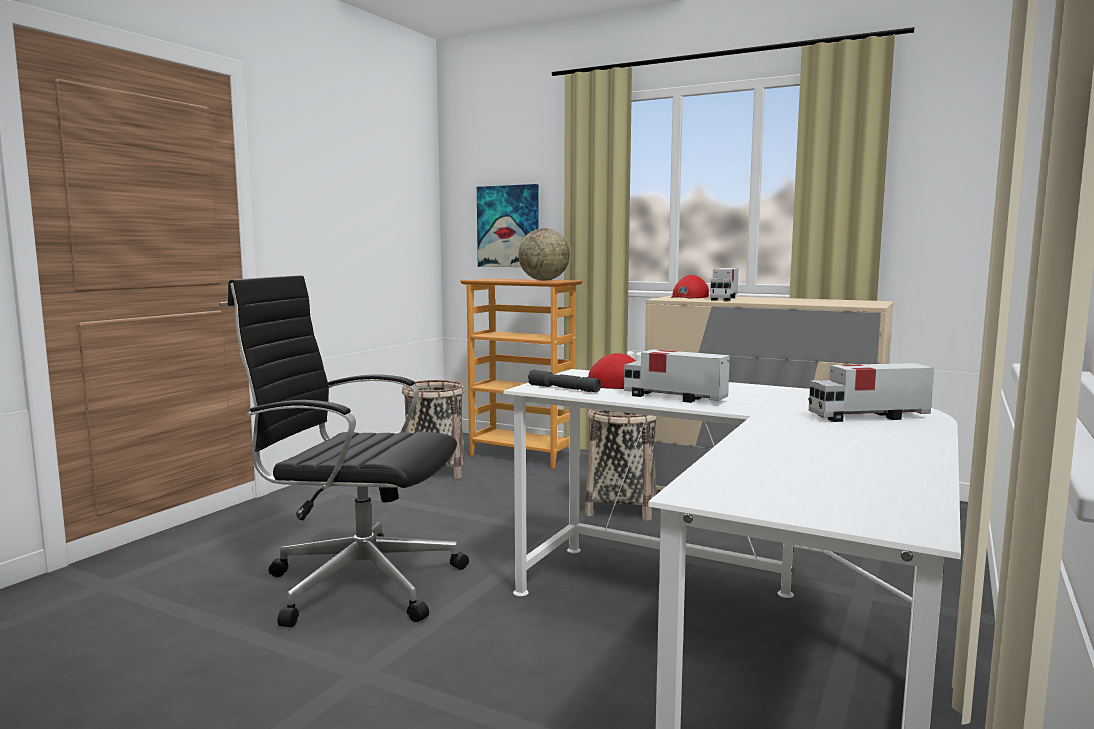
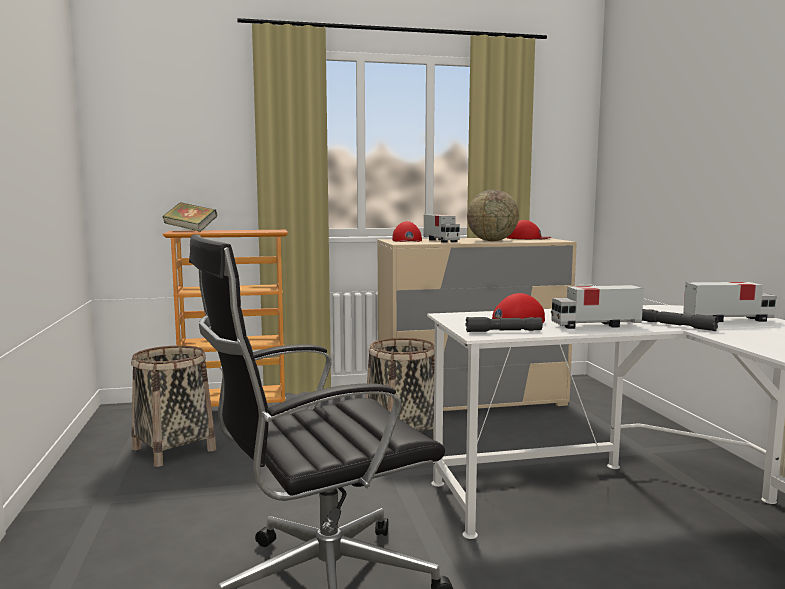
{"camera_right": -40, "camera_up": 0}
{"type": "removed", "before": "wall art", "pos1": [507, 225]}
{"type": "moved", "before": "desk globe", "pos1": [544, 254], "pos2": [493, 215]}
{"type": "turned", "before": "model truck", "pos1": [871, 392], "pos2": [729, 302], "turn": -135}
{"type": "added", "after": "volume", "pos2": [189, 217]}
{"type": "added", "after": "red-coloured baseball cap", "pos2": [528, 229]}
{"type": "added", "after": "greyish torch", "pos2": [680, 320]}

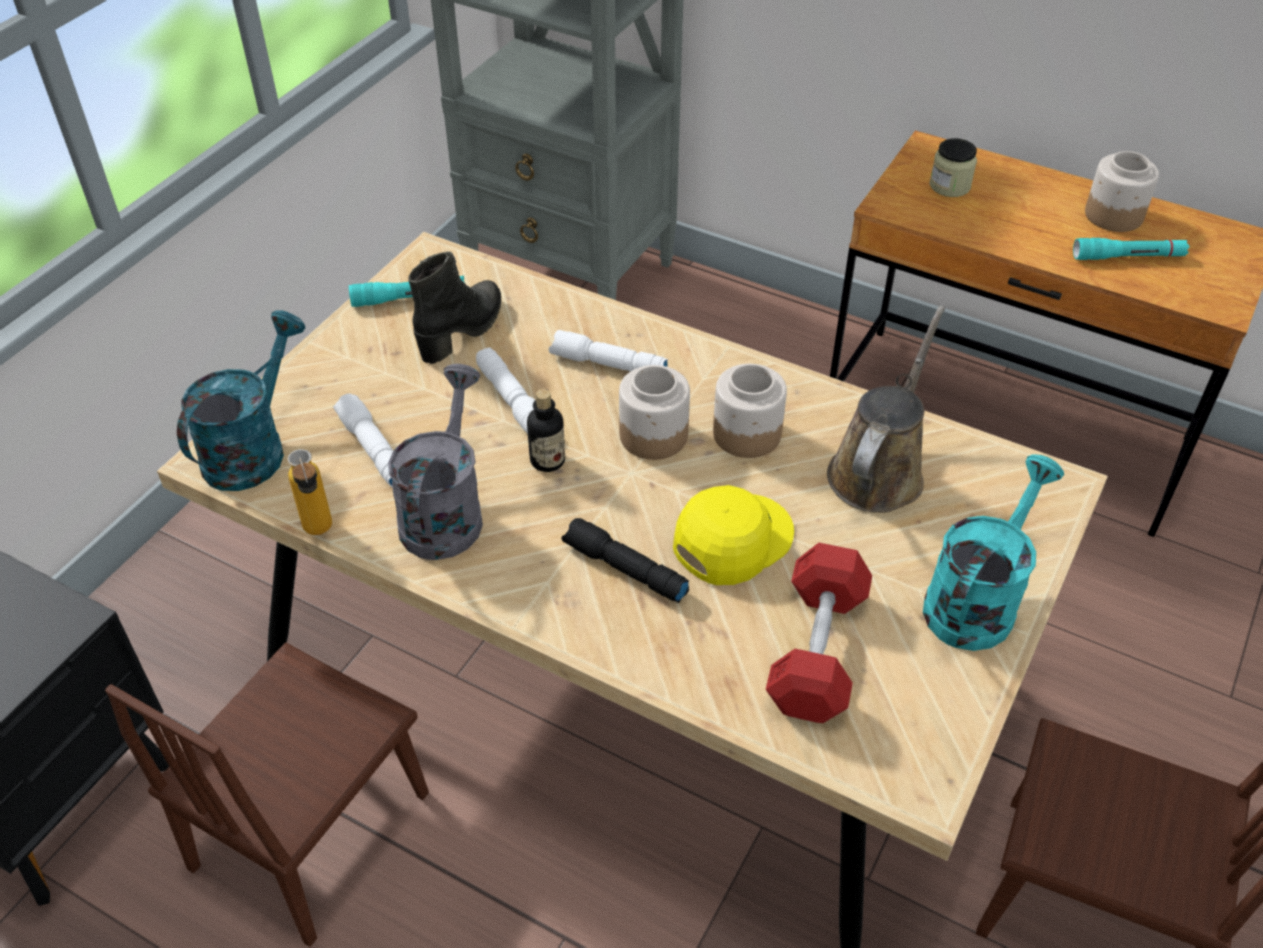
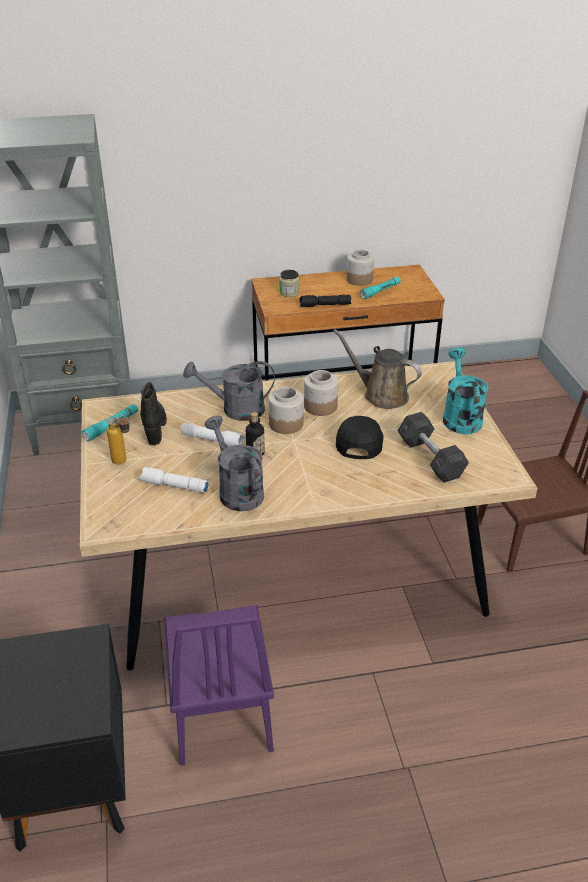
{"camera_right": -40, "camera_up": -10}
{"type": "recoloured", "before": "brown-coloured upright chair", "after": "purplish upright chair", "pos1": [267, 794], "pos2": [219, 685]}
{"type": "removed", "before": "turquoise sprinkling can", "pos1": [241, 400]}
{"type": "moved", "before": "beverage bottle", "pos1": [310, 492], "pos2": [118, 439]}
{"type": "replaced", "before": "white-coloured torch", "after": "greyish sprinkling can", "pos1": [608, 350], "pos2": [229, 391]}
{"type": "moved", "before": "blackish torch", "pos1": [625, 560], "pos2": [325, 301]}
{"type": "recoloured", "before": "yellowish baseball cap", "after": "blackish baseball cap", "pos1": [733, 535], "pos2": [360, 437]}
{"type": "recoloured", "before": "red-coloured free weight", "after": "greyish free weight", "pos1": [819, 633], "pos2": [433, 447]}
{"type": "turned", "before": "brown-coloured sprinkling can", "pos1": [886, 409], "pos2": [377, 369], "turn": -45}

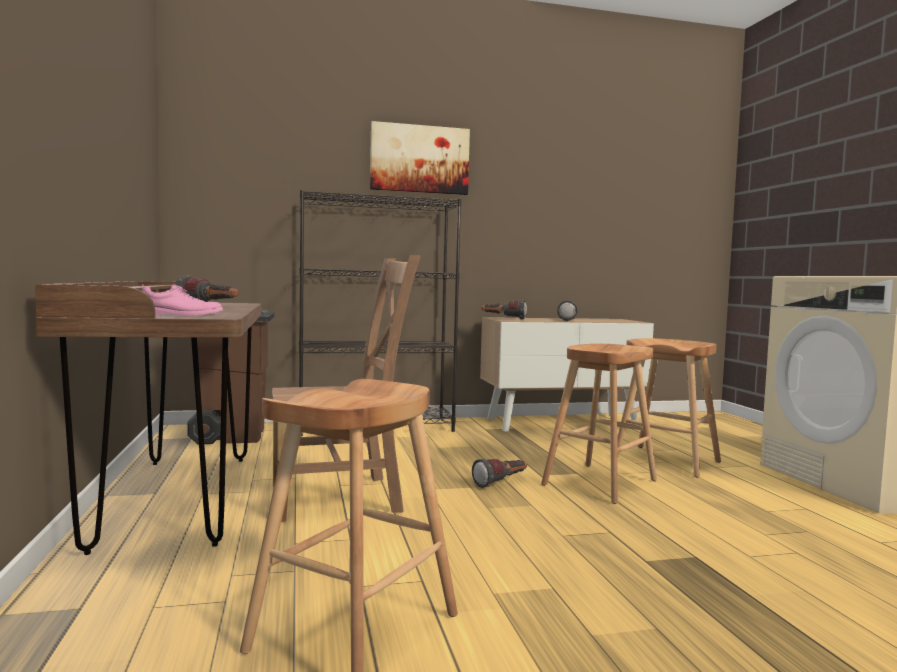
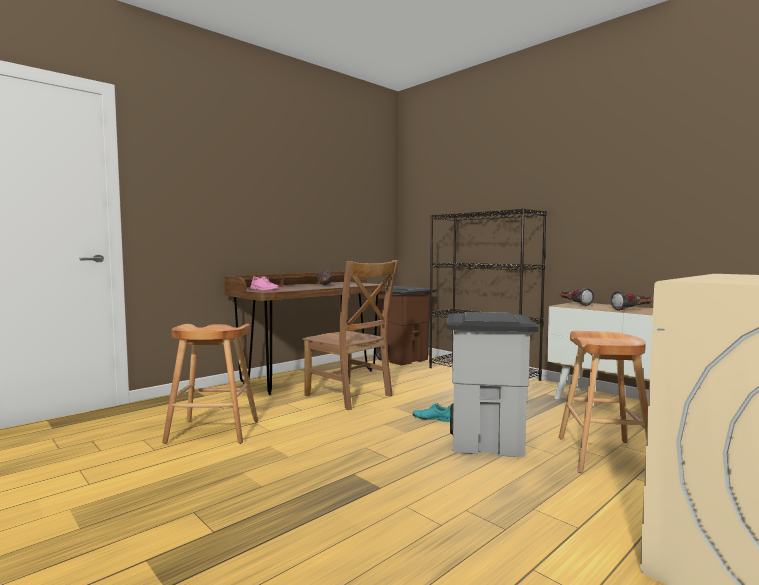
{"camera_right": 60, "camera_up": 0}
{"type": "removed", "before": "wall art", "pos1": [420, 158]}
{"type": "replaced", "before": "torch", "after": "turquoise low shoe", "pos1": [499, 473], "pos2": [431, 412]}
{"type": "replaced", "before": "brown-coloured sitting stool", "after": "greyish waste bin", "pos1": [599, 424], "pos2": [492, 384]}

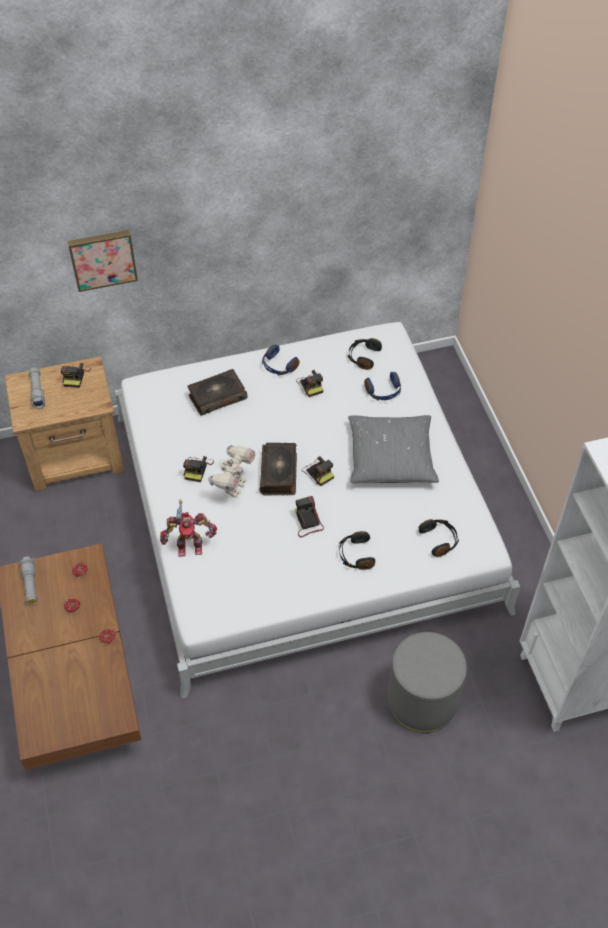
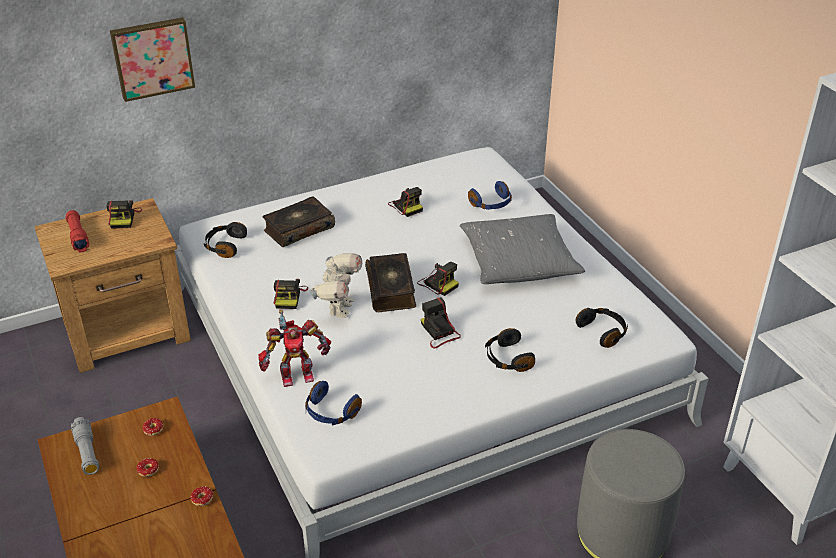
{"camera_right": -10, "camera_up": -15}
{"type": "recoloured", "before": "greyish torch", "after": "red-coloured torch", "pos1": [37, 388], "pos2": [77, 231]}
{"type": "moved", "before": "blue-coloured headphones", "pos1": [280, 360], "pos2": [333, 403]}
{"type": "moved", "before": "blackish headphones", "pos1": [365, 354], "pos2": [225, 240]}

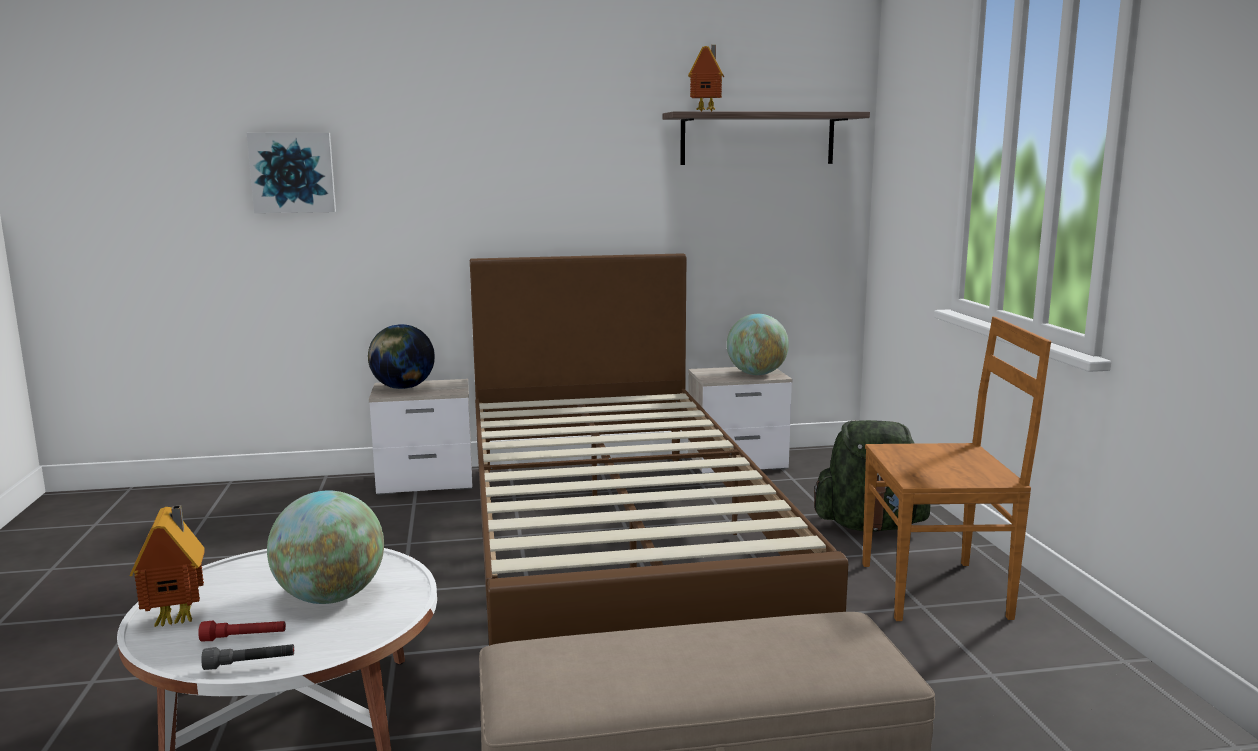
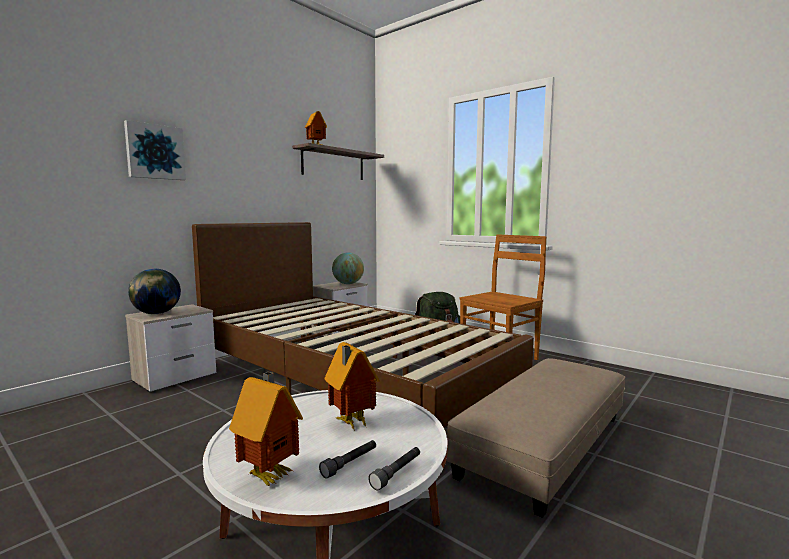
{"camera_right": -40, "camera_up": -5}
{"type": "recoloured", "before": "red-coloured torch", "after": "greyish torch", "pos1": [242, 631], "pos2": [347, 459]}
{"type": "moved", "before": "wall art", "pos1": [291, 173], "pos2": [155, 150]}
{"type": "replaced", "before": "desk globe", "after": "toy house", "pos1": [325, 547], "pos2": [352, 386]}

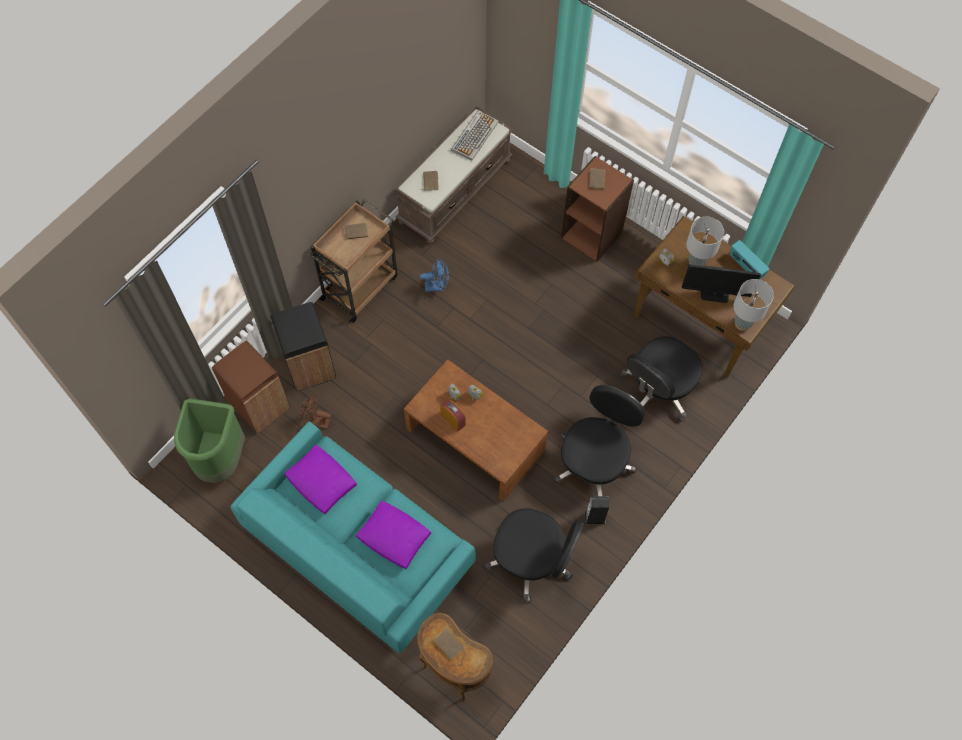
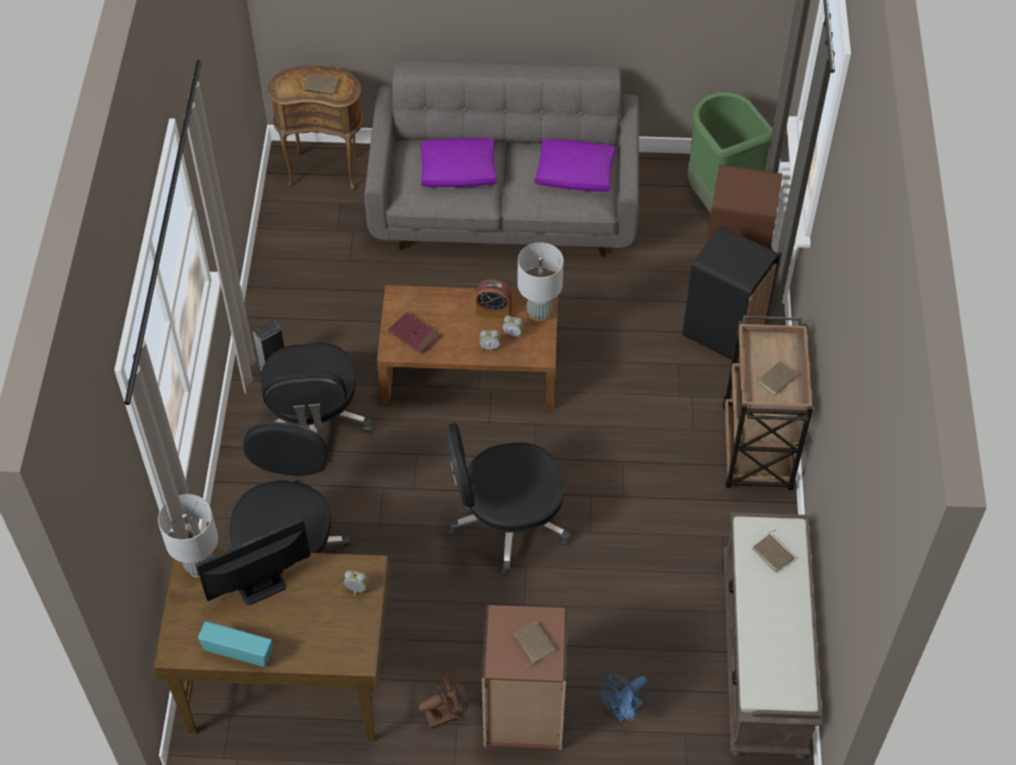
{"camera_right": 145, "camera_up": -10}
{"type": "recoloured", "before": "turquoise sofa", "after": "greyish sofa", "pos1": [353, 537], "pos2": [501, 158]}
{"type": "moved", "before": "brown-coloured fan", "pos1": [315, 412], "pos2": [443, 699]}
{"type": "moved", "before": "blue-coloured fan", "pos1": [434, 275], "pos2": [623, 697]}
{"type": "removed", "before": "keyboard", "pos1": [475, 135]}
{"type": "moved", "before": "blackish computer chair", "pos1": [535, 555], "pos2": [507, 499]}
{"type": "moved", "before": "greyish table lamp", "pos1": [705, 241], "pos2": [541, 282]}
{"type": "added", "after": "red-coloured volume", "pos2": [414, 333]}

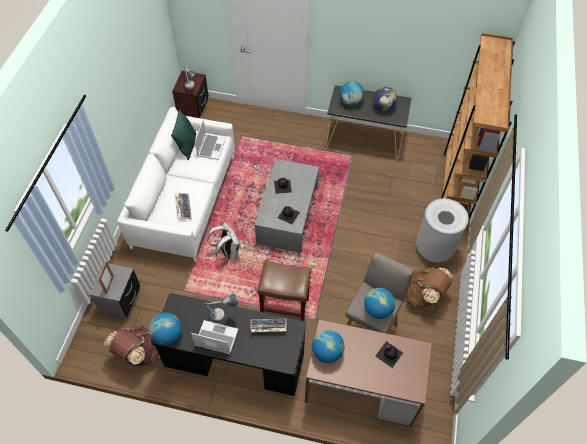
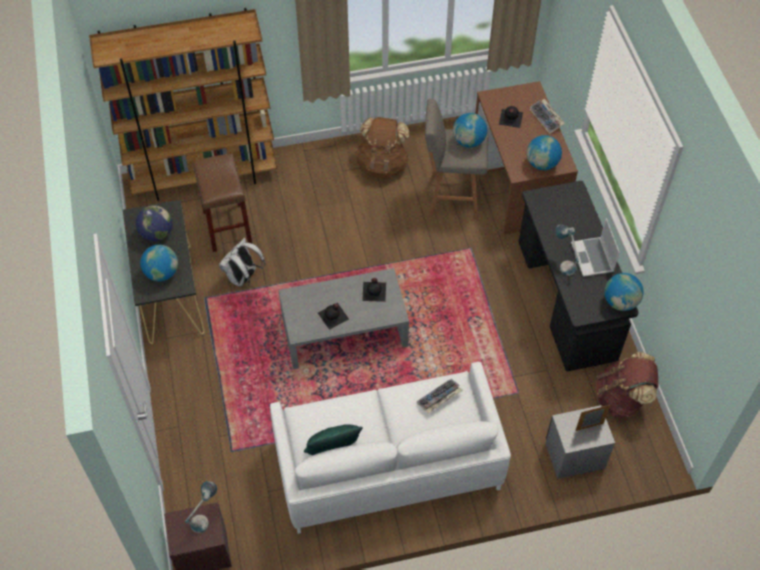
{"camera_right": -115, "camera_up": 0}
{"type": "removed", "before": "portable computer", "pos1": [210, 140]}
{"type": "moved", "before": "white-coloured backpack", "pos1": [224, 241], "pos2": [242, 262]}
{"type": "moved", "before": "keyboard", "pos1": [268, 325], "pos2": [547, 116]}
{"type": "moved", "before": "brown-coloured sitting stool", "pos1": [285, 291], "pos2": [222, 202]}
{"type": "removed", "before": "greyish waste bin", "pos1": [442, 230]}

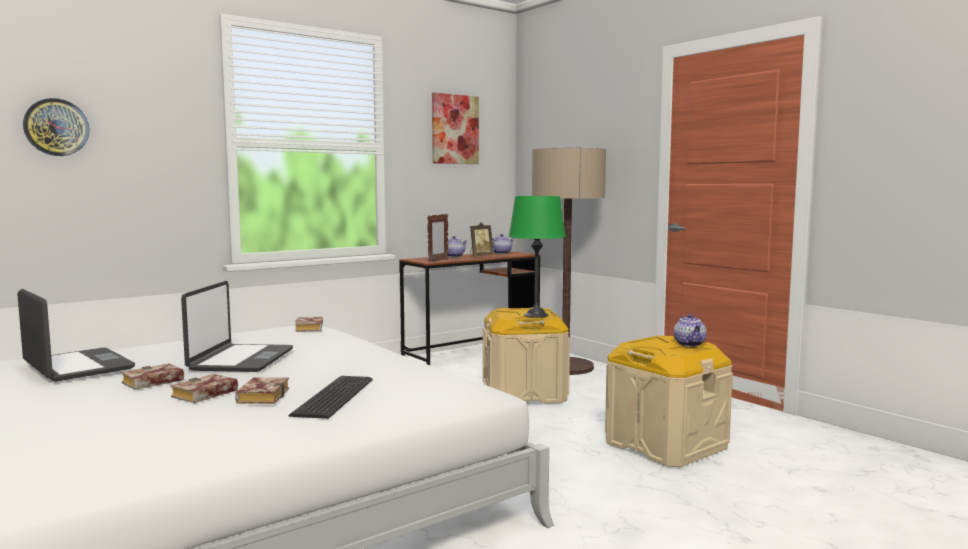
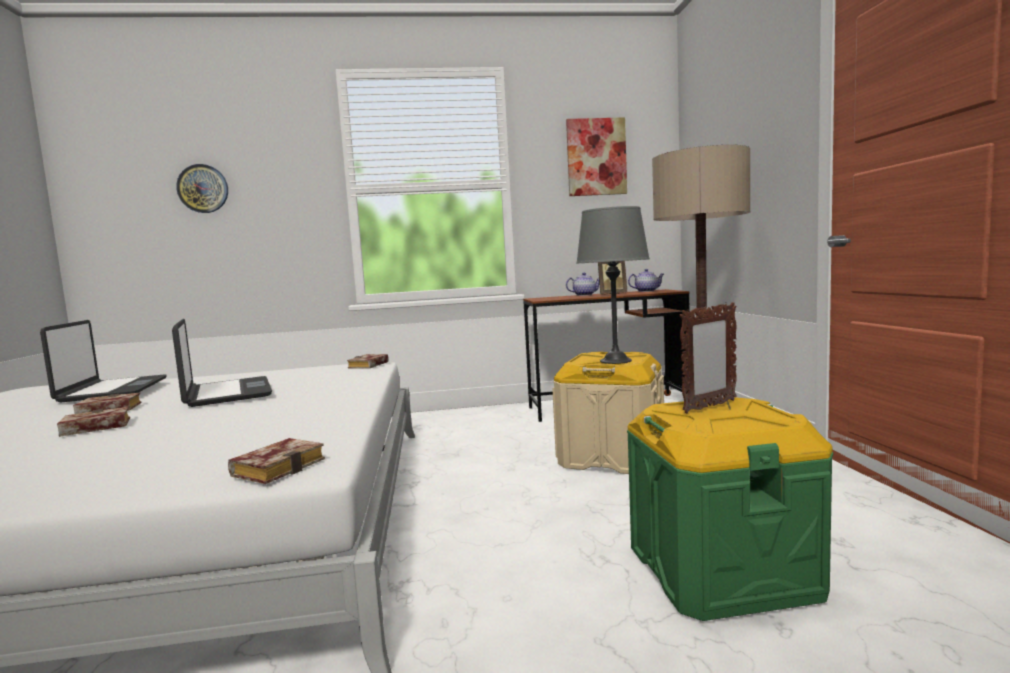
{"camera_right": 30, "camera_up": 0}
{"type": "turned", "before": "portable computer", "pos1": [237, 326], "pos2": [222, 363], "turn": -60}
{"type": "moved", "before": "volume", "pos1": [262, 391], "pos2": [276, 461]}
{"type": "removed", "before": "keyboard", "pos1": [330, 397]}
{"type": "moved", "before": "picture frame", "pos1": [437, 238], "pos2": [708, 357]}
{"type": "recoloured", "before": "greenish table lamp", "after": "greyish table lamp", "pos1": [537, 257], "pos2": [613, 285]}
{"type": "recoloured", "before": "beige-coloured storage container", "after": "greenish storage container", "pos1": [669, 401], "pos2": [730, 509]}
{"type": "removed", "before": "tea pot", "pos1": [690, 330]}

